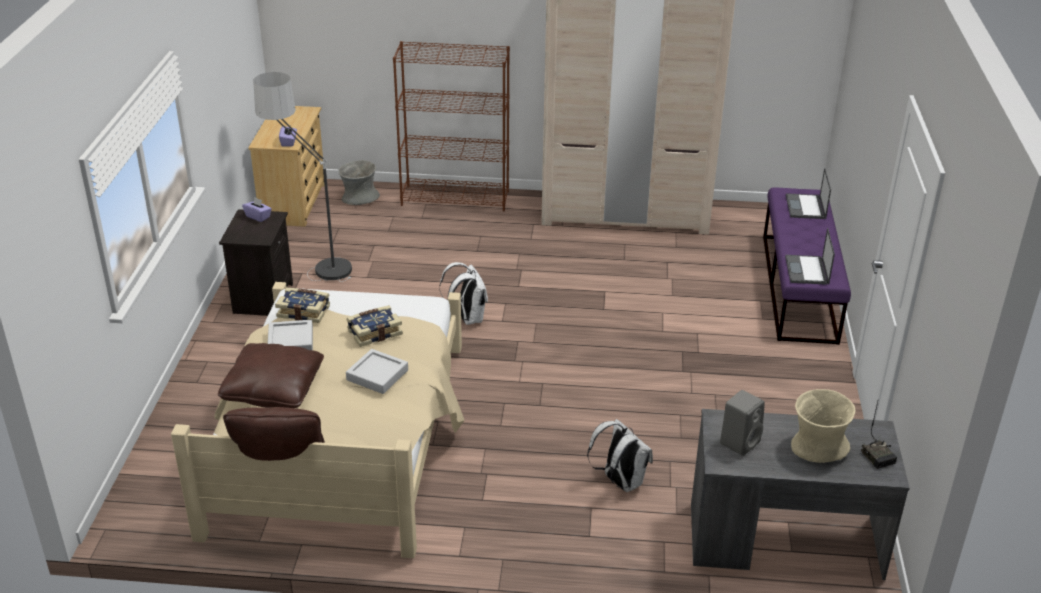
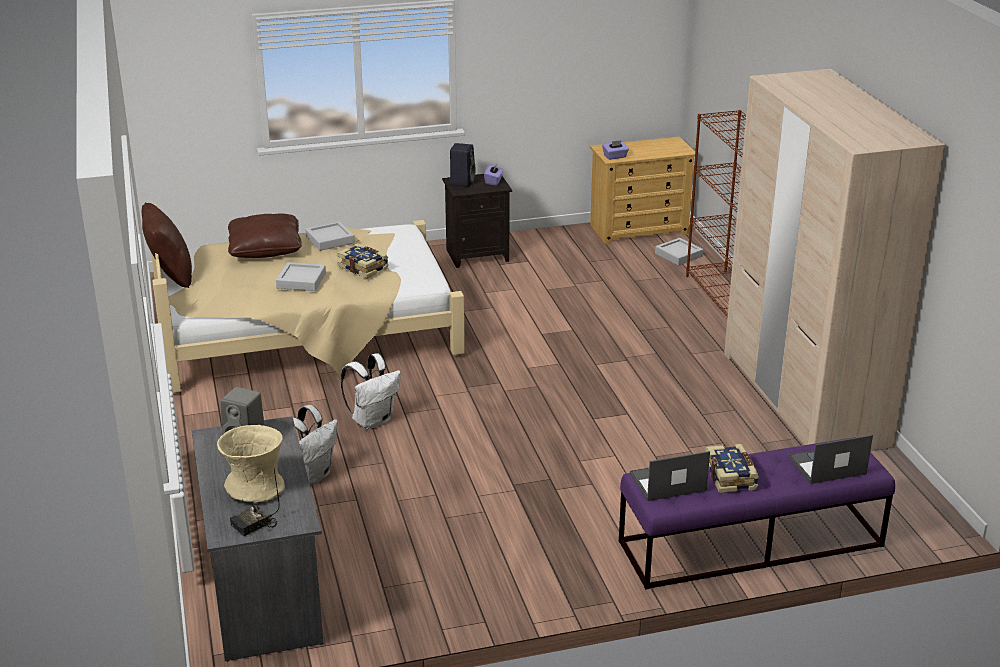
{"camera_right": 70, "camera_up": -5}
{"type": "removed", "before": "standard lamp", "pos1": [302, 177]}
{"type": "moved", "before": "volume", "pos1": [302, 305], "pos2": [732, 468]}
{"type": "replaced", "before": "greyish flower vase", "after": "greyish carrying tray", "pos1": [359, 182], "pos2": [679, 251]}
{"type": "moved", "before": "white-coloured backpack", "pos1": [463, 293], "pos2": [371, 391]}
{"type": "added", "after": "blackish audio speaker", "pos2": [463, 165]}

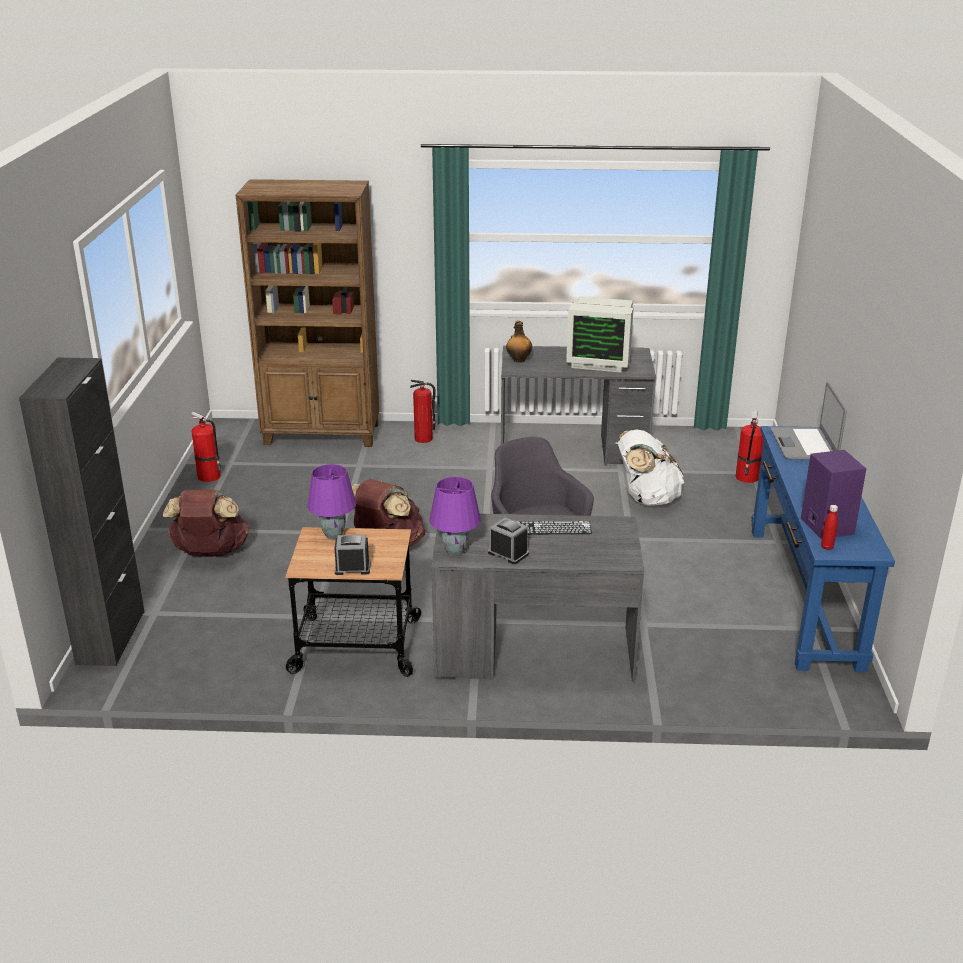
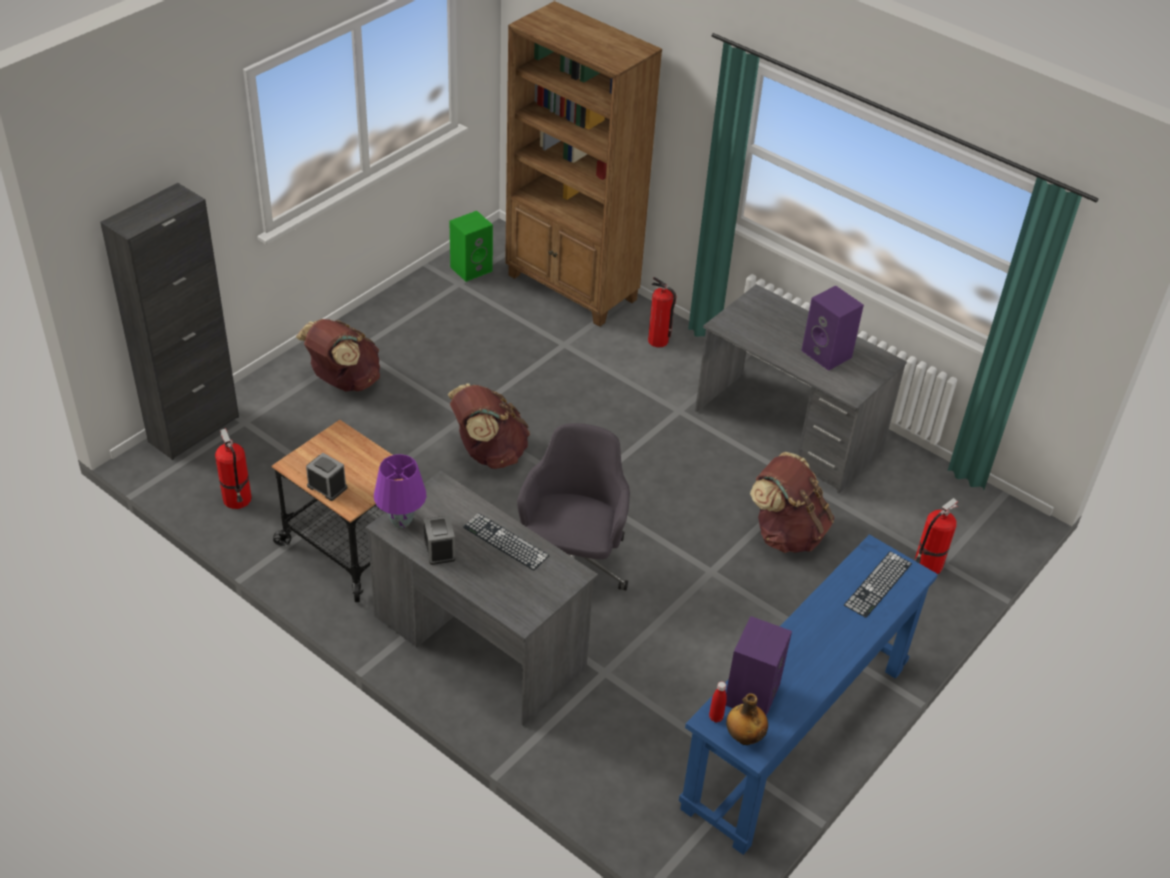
{"camera_right": 35, "camera_up": 15}
{"type": "moved", "before": "fire extinguisher", "pos1": [206, 447], "pos2": [233, 468]}
{"type": "removed", "before": "purplish table lamp", "pos1": [331, 502]}
{"type": "moved", "before": "beverage bottle", "pos1": [519, 342], "pos2": [747, 719]}
{"type": "replaced", "before": "computer display", "after": "purplish audio speaker", "pos1": [600, 334], "pos2": [832, 328]}
{"type": "recoloured", "before": "white-coloured backpack", "after": "brown-coloured backpack", "pos1": [651, 468], "pos2": [792, 502]}
{"type": "replaced", "before": "portable computer", "after": "keyboard", "pos1": [809, 421], "pos2": [878, 584]}
{"type": "added", "after": "greenish audio speaker", "pos2": [471, 246]}

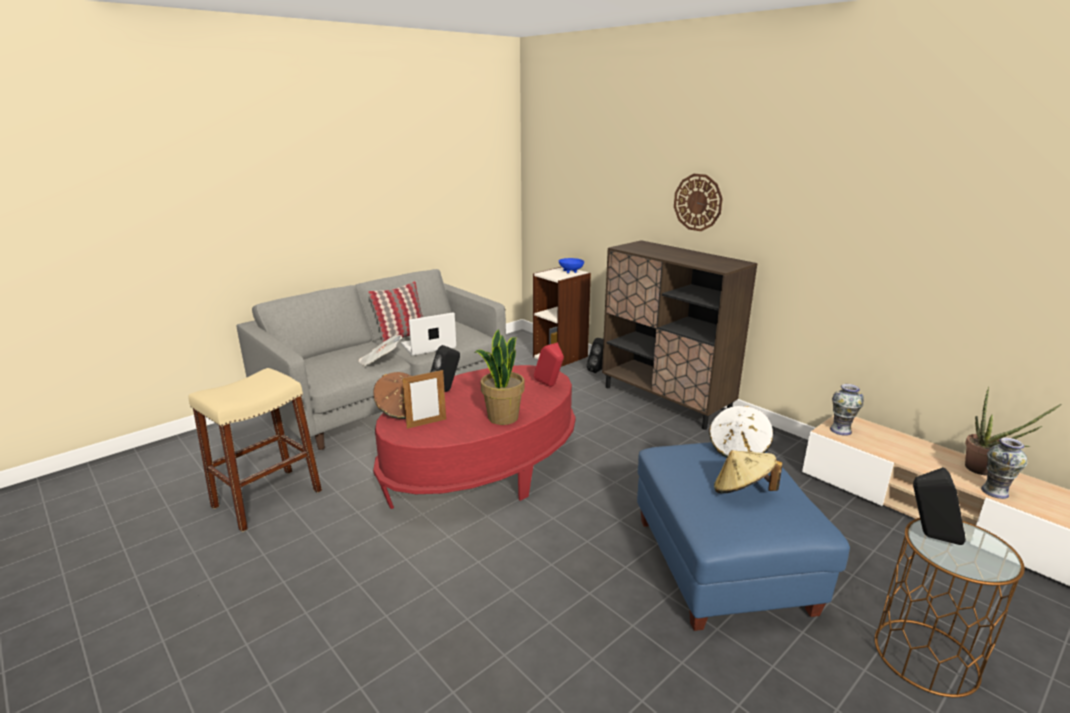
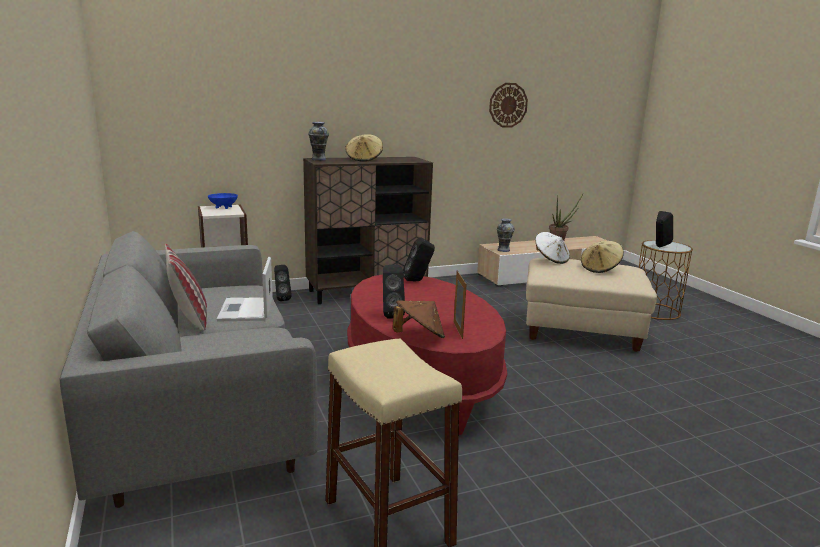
{"camera_right": -70, "camera_up": -5}
{"type": "removed", "before": "daily paper", "pos1": [380, 351]}
{"type": "removed", "before": "plant in a pot", "pos1": [499, 377]}
{"type": "recoloured", "before": "red-coloured audio speaker", "after": "blackish audio speaker", "pos1": [549, 364], "pos2": [419, 259]}
{"type": "recoloured", "before": "blue-coloured footrest", "after": "beige-coloured footrest", "pos1": [743, 536], "pos2": [591, 305]}
{"type": "moved", "before": "clock on the wall", "pos1": [698, 202], "pos2": [508, 105]}
{"type": "moved", "before": "flower vase", "pos1": [1004, 468], "pos2": [318, 141]}
{"type": "added", "after": "beige-coloured wearable hat", "pos2": [364, 148]}

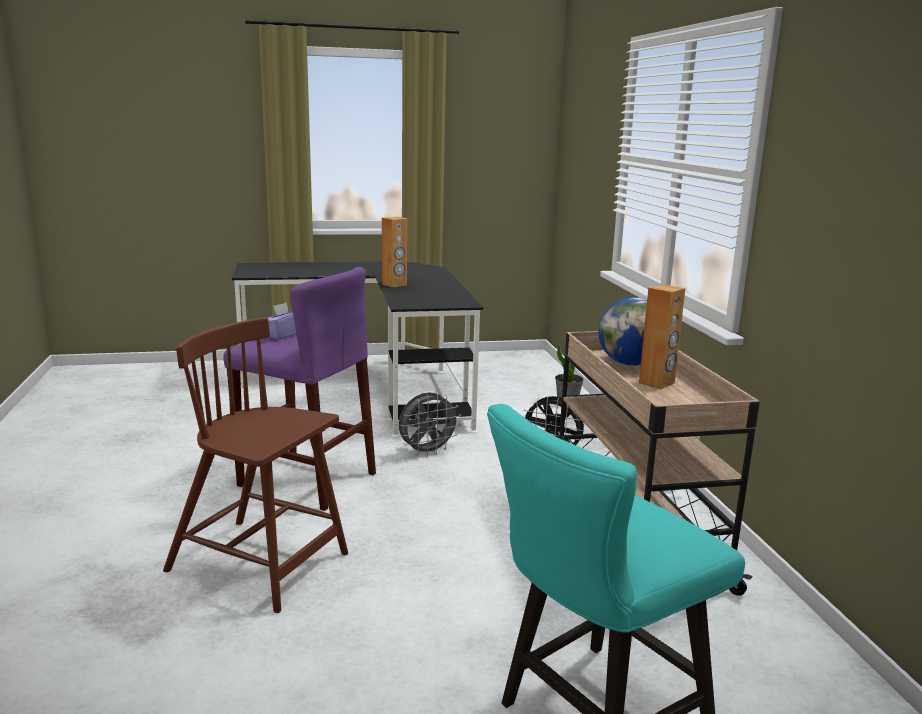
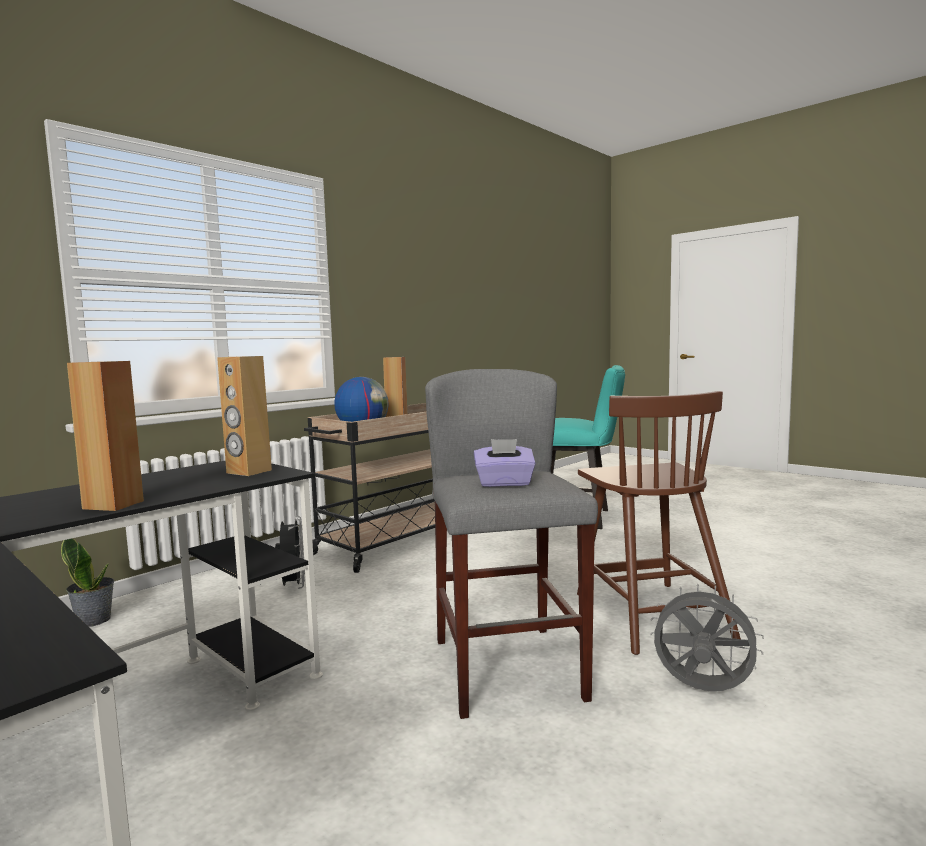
{"camera_right": -125, "camera_up": -10}
{"type": "recoloured", "before": "purplish sitting stool", "after": "greyish sitting stool", "pos1": [300, 389], "pos2": [511, 544]}
{"type": "moved", "before": "greyish fan", "pos1": [430, 424], "pos2": [707, 637]}
{"type": "added", "after": "brown-coloured audio speaker", "pos2": [244, 416]}

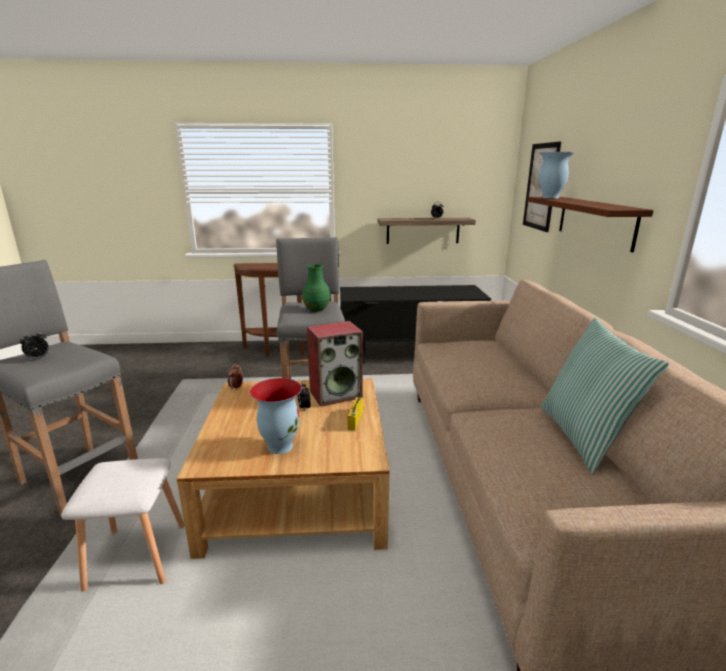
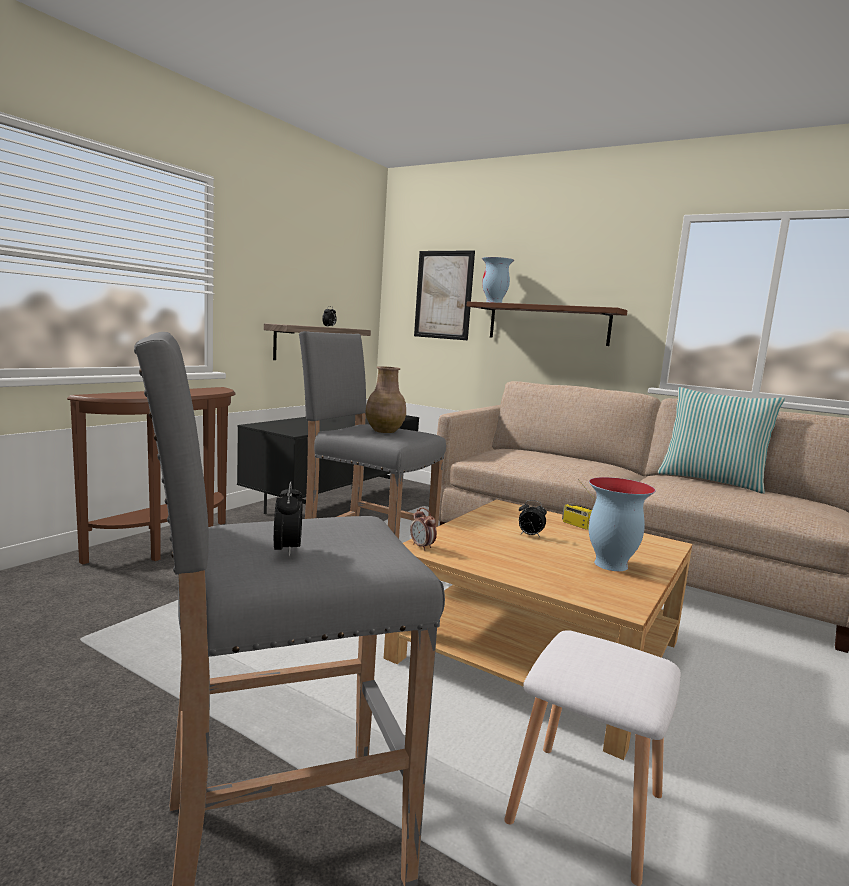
{"camera_right": -55, "camera_up": -10}
{"type": "recoloured", "before": "greenish flower vase", "after": "brown-coloured flower vase", "pos1": [316, 288], "pos2": [385, 399]}
{"type": "removed", "before": "audio speaker", "pos1": [335, 364]}

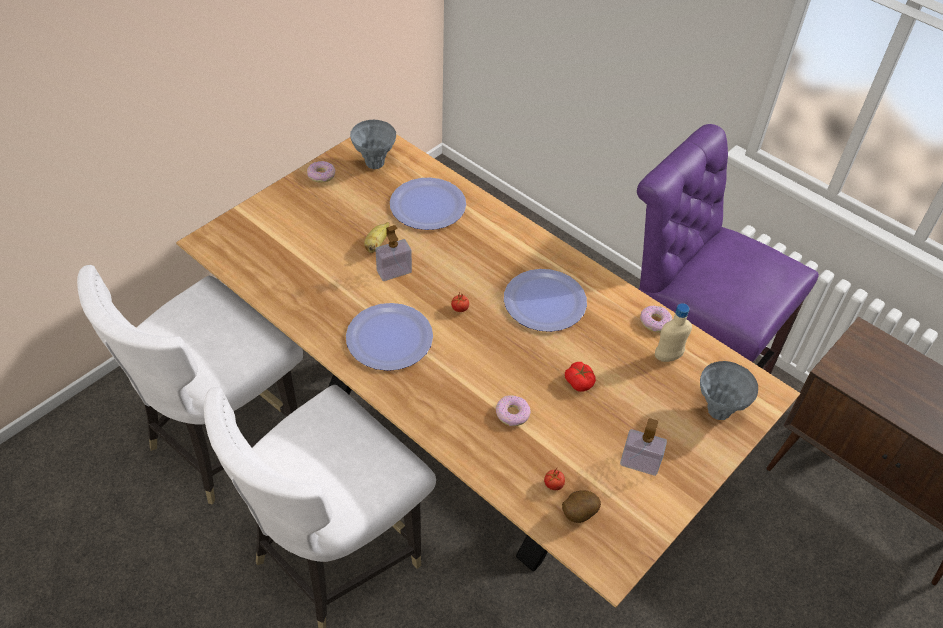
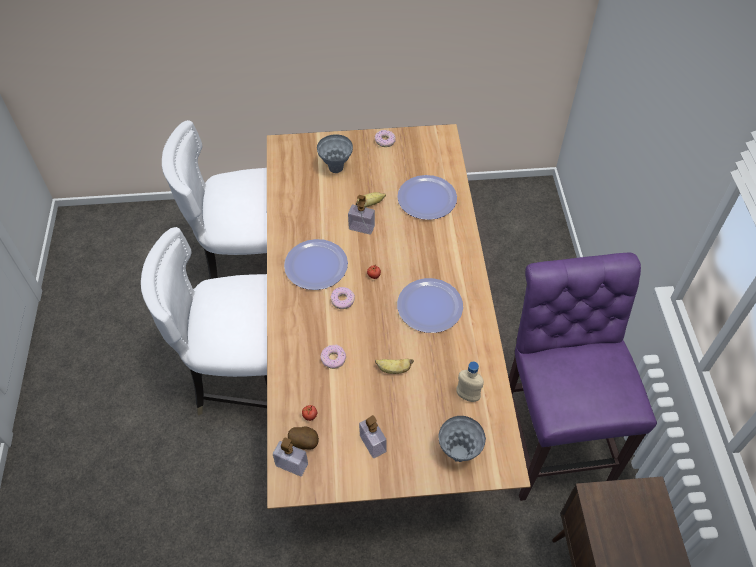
{"camera_right": 45, "camera_up": 5}
{"type": "moved", "before": "greyish flower vase", "pos1": [373, 144], "pos2": [335, 153]}
{"type": "replaced", "before": "whole tomato", "after": "banana", "pos1": [580, 377], "pos2": [394, 366]}
{"type": "moved", "before": "doughnut", "pos1": [656, 319], "pos2": [342, 298]}
{"type": "added", "after": "soap dispenser", "pos2": [290, 456]}

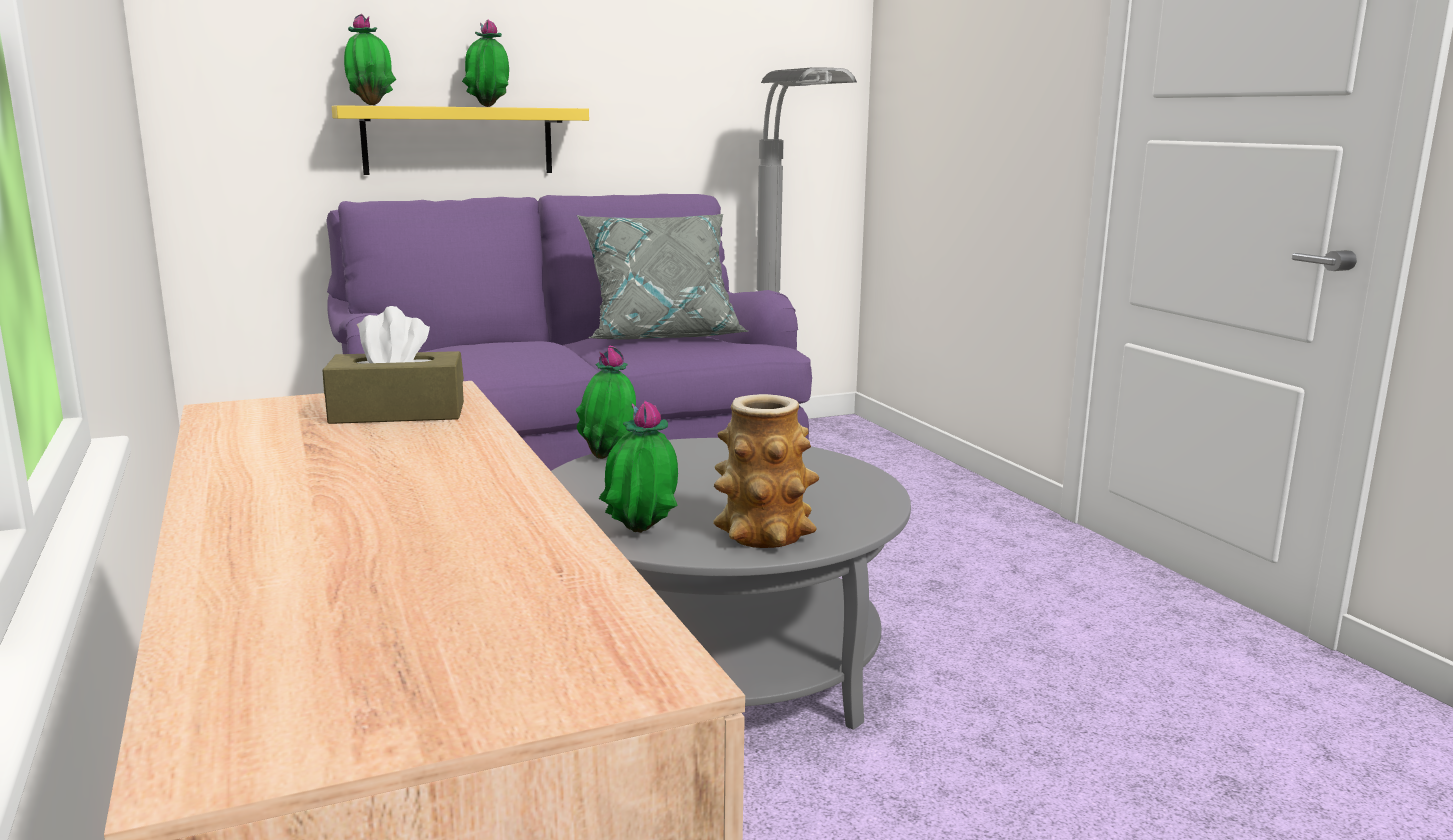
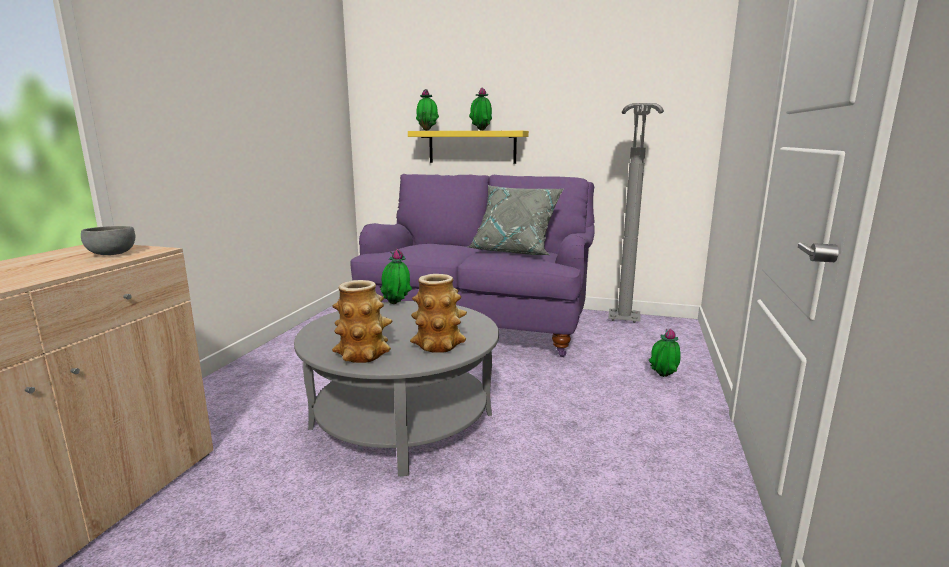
{"camera_right": 40, "camera_up": 0}
{"type": "replaced", "before": "brown-coloured tissue holder", "after": "greyish bowl", "pos1": [393, 365], "pos2": [108, 240]}
{"type": "moved", "before": "plant in a pot", "pos1": [638, 467], "pos2": [665, 353]}
{"type": "added", "after": "flower vase", "pos2": [438, 313]}

